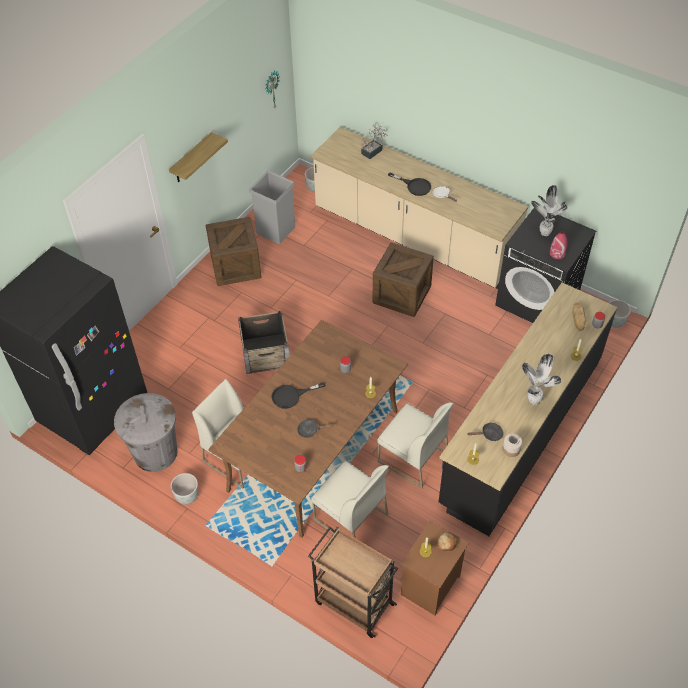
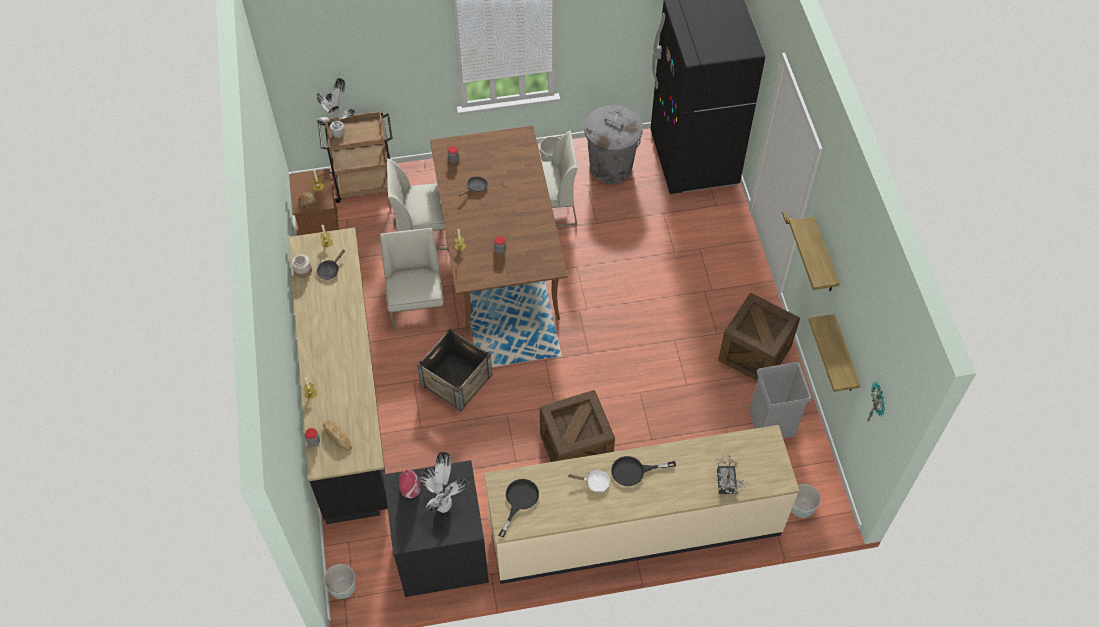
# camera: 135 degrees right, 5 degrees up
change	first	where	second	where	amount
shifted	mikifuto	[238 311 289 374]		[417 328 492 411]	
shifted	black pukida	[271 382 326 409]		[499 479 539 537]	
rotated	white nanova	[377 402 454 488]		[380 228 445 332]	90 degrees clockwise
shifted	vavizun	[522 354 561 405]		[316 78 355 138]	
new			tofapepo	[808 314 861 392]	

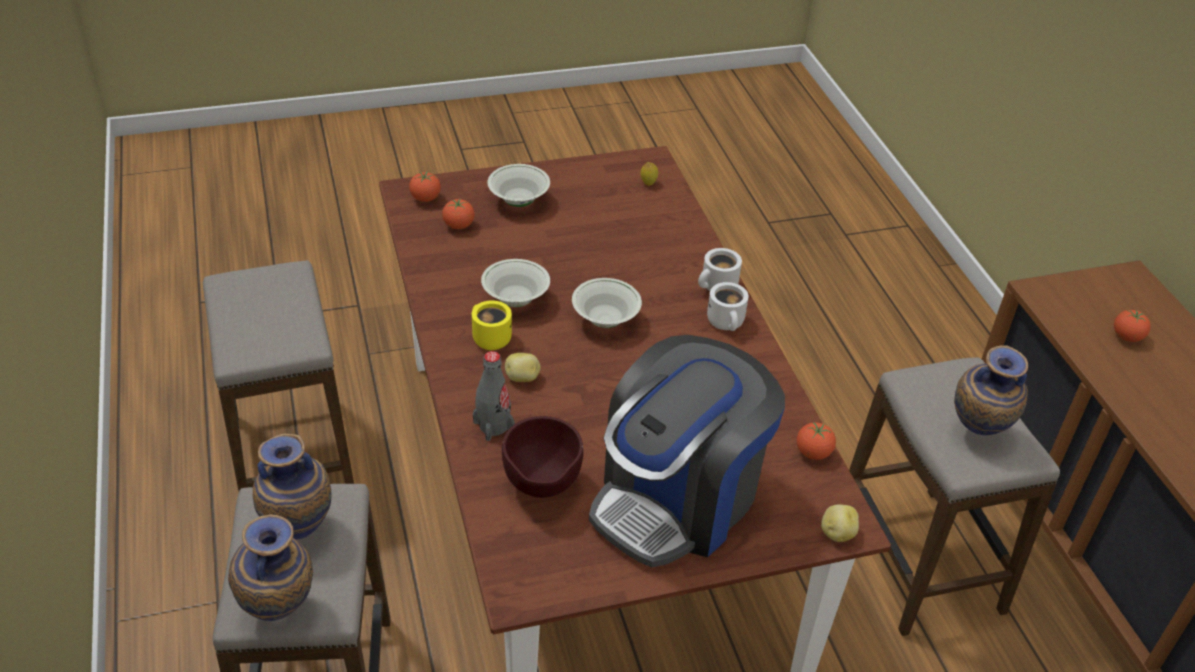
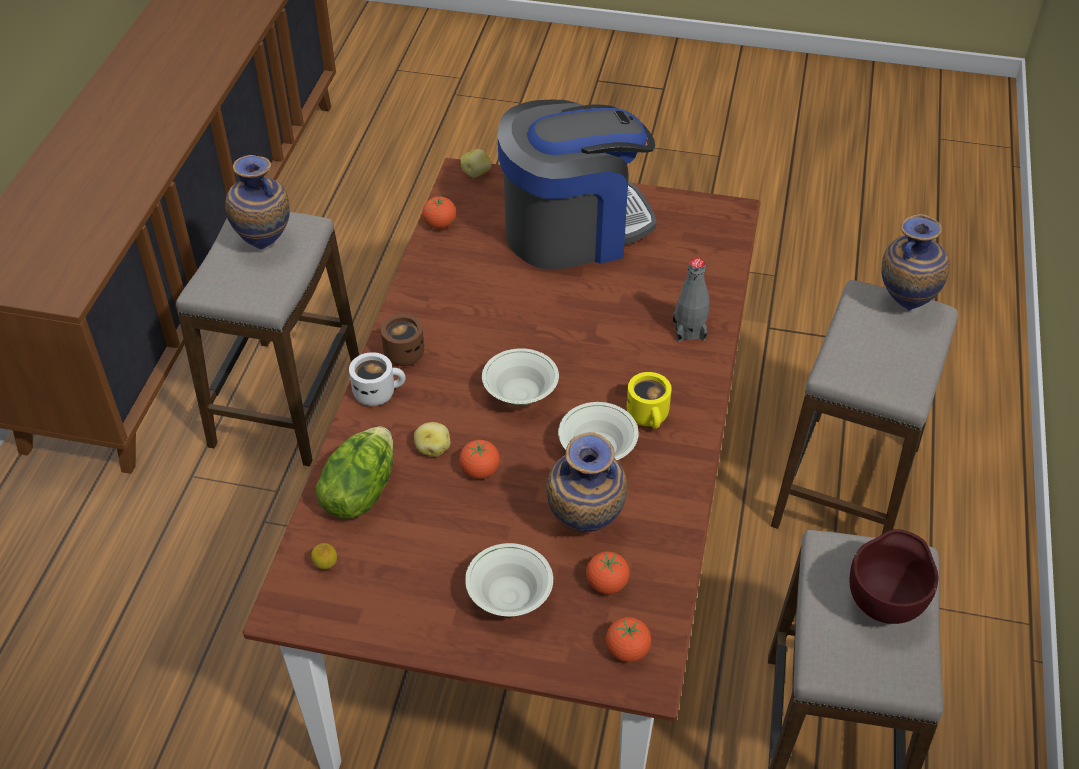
# camera: 150 degrees left, 5 degrees up
change	first	where	second	where	amount
shifted	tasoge	[252 433 331 539]		[546 432 627 532]	
shifted	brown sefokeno	[502 416 584 498]		[850 529 938 624]	
shifted	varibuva	[505 353 541 382]		[414 422 450 457]	
repainted	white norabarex	[707 282 749 331]	brown norabarex	[381 314 424 366]	
shifted	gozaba	[1114 310 1151 342]		[459 440 500 479]	
new			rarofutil	[315 426 393 519]	

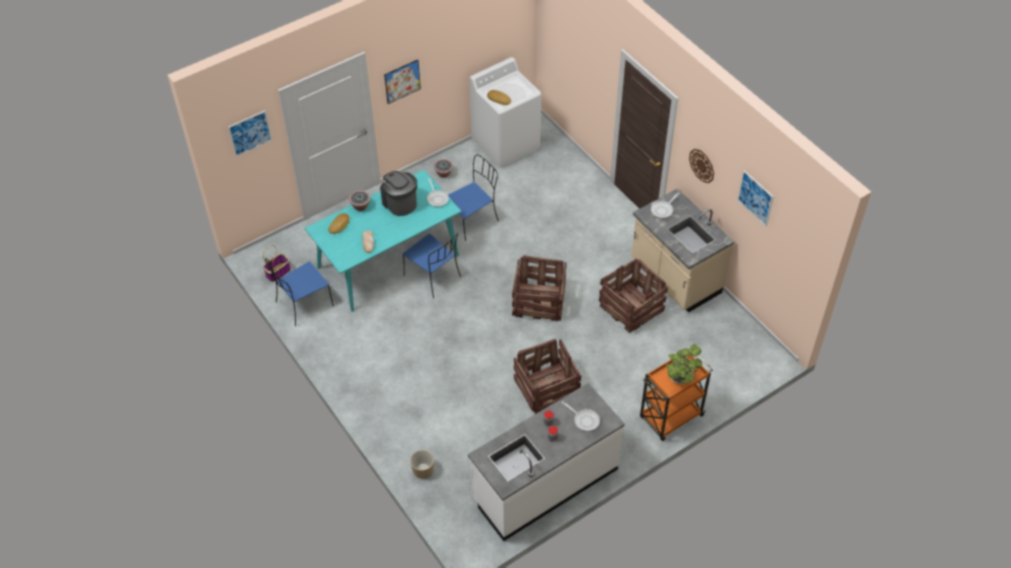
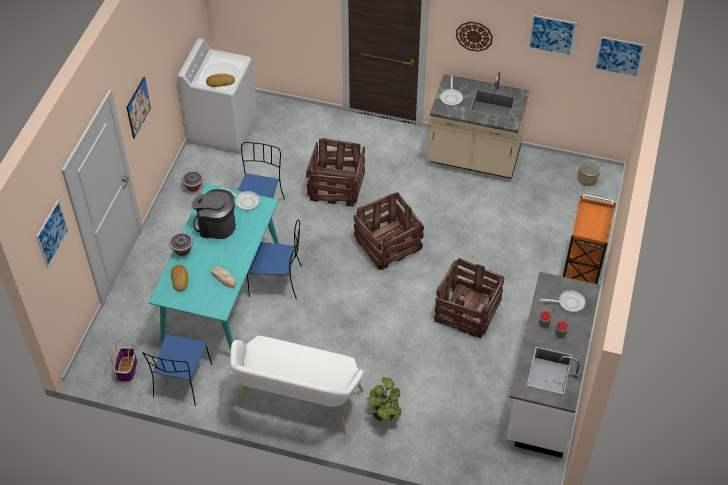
# camera: 40 degrees left, 0 degrees up
change	first	where	second	where	amount
shifted	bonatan	[410 450 434 478]		[578 160 601 186]	
shifted	mikifuto	[599 259 668 333]		[306 138 365 207]	
shifted	vavizun	[666 344 702 384]		[367 377 401 423]	
new			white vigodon	[230 336 364 434]	
new			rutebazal	[594 37 645 78]	

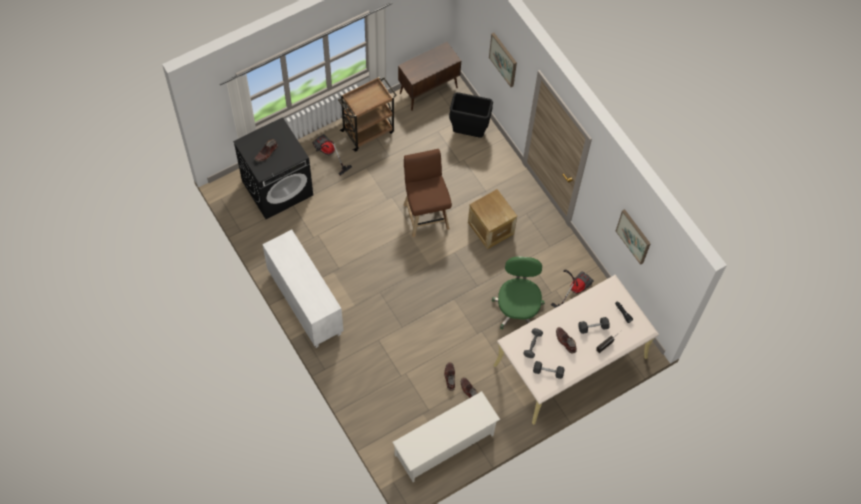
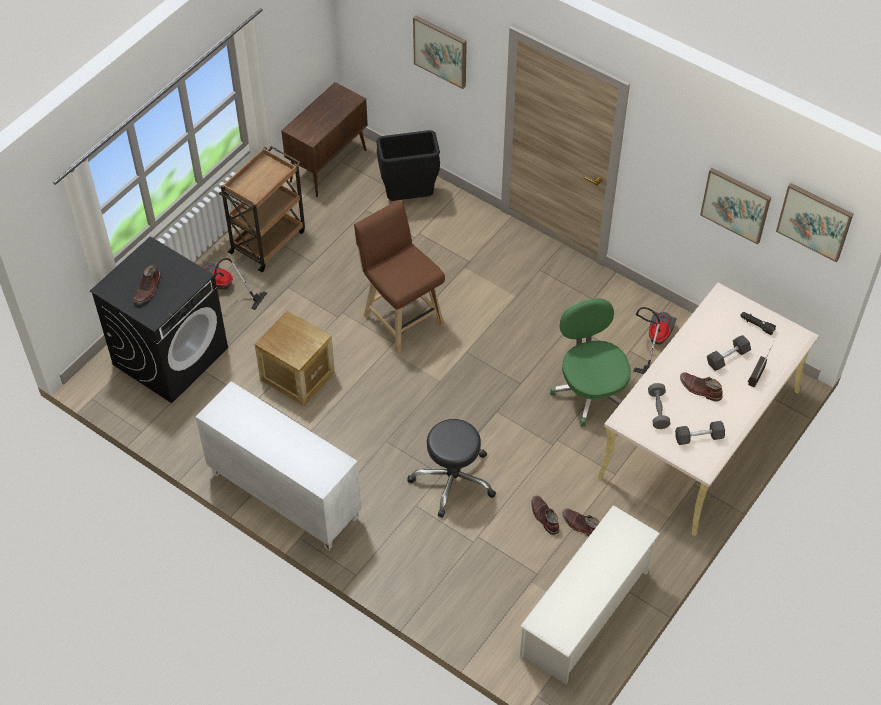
# camera: 20 degrees left, 10 degrees down
change	first	where	second	where	amount
shifted	mikifuto	[468 189 517 249]		[255 311 335 406]	
new			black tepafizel	[407 419 496 518]	
new			rutebazal	[776 183 853 262]	

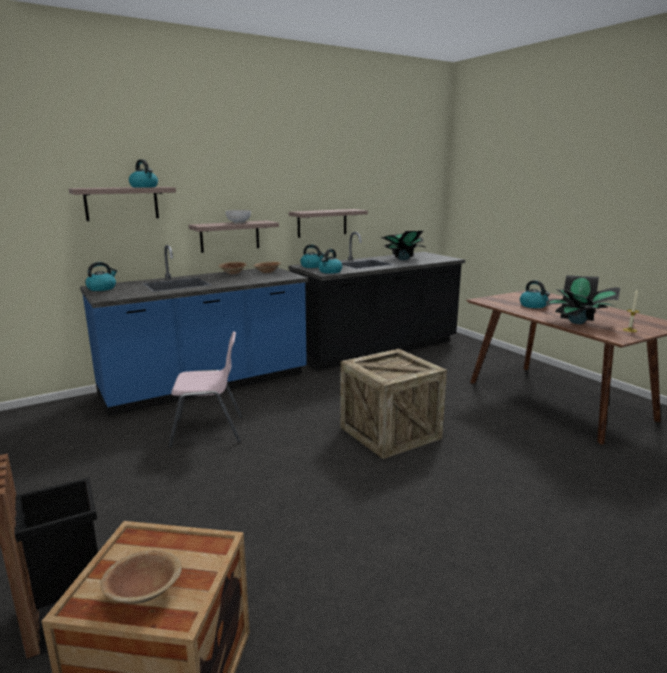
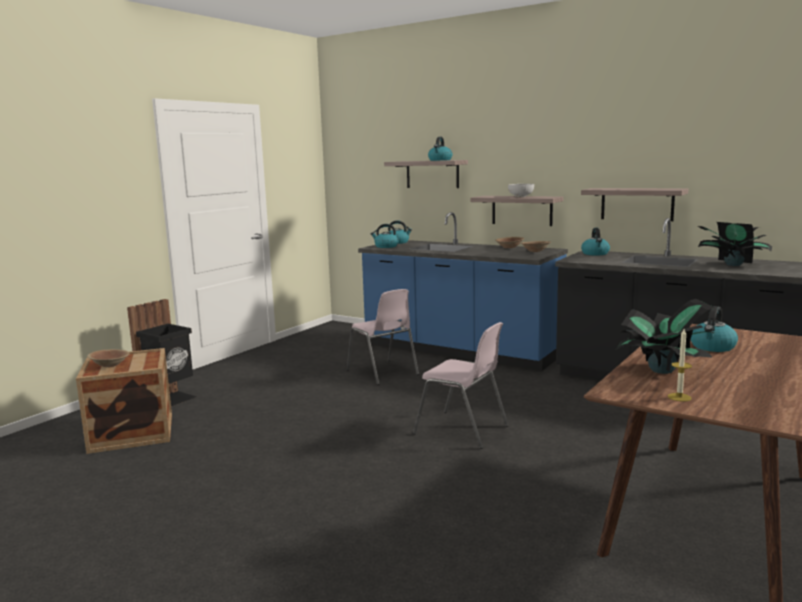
# camera: 65 degrees right, 5 degrees down
change	first	where	second	where	amount
shifted	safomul	[318 249 342 274]		[371 224 399 248]	
swapped	mikifuto	[340 349 447 459]	pink nanova	[413 322 509 449]	

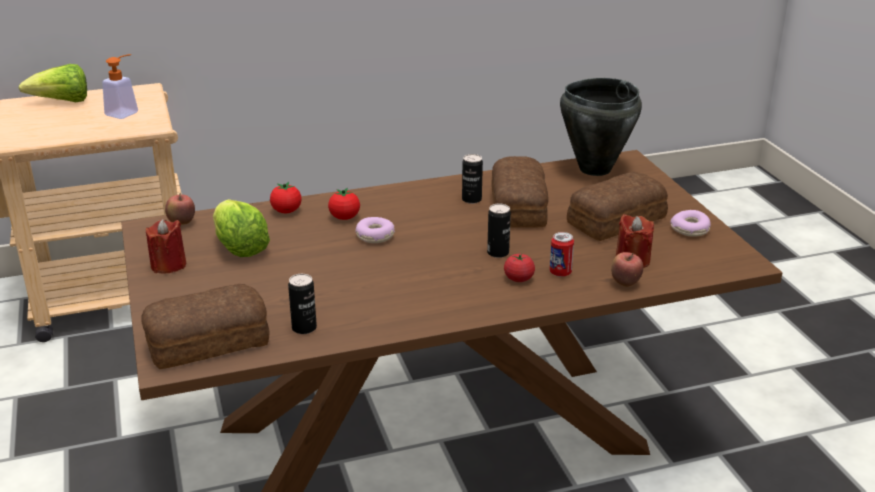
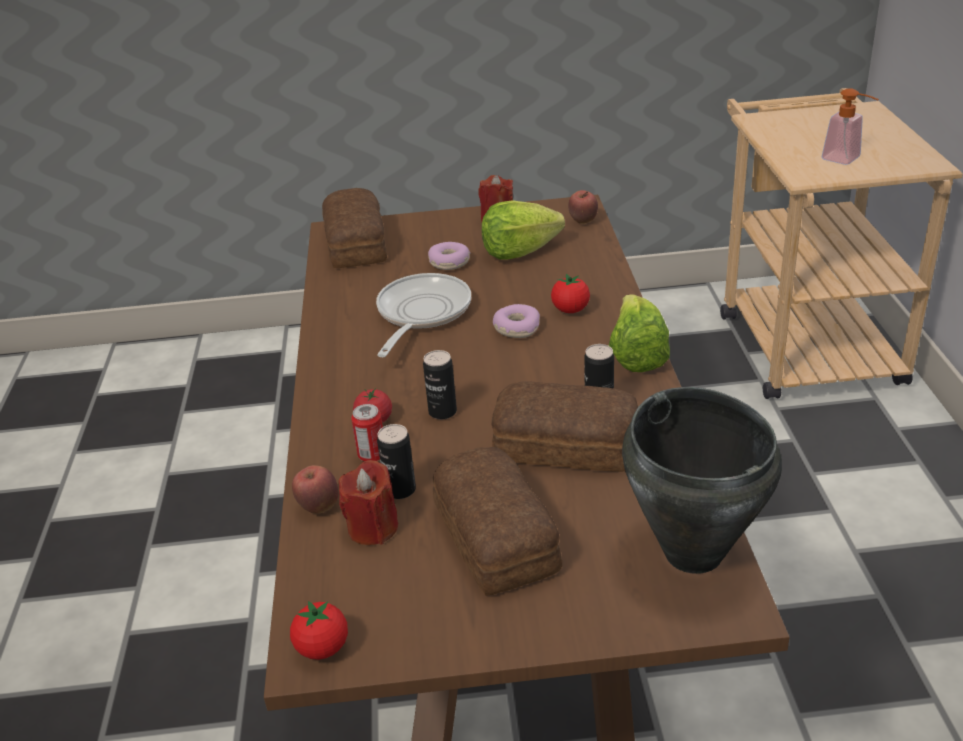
# camera: 105 degrees right, 5 degrees up
change	first	where	second	where	amount
shifted	rarofutil	[19 64 87 102]		[609 294 670 372]	
shifted	gozaba	[270 182 302 213]		[290 600 348 660]	
shifted	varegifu	[288 274 317 334]		[377 424 416 499]	
shifted	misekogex	[670 210 711 237]		[428 242 470 270]	
new			pukida	[376 273 471 357]	

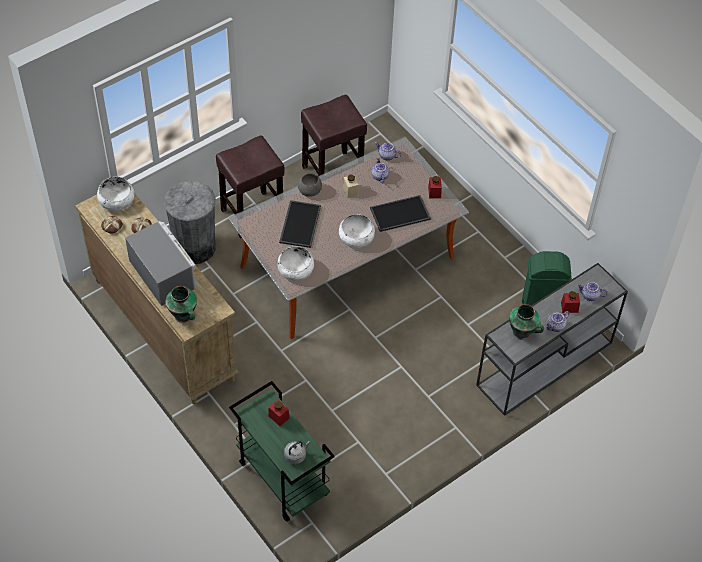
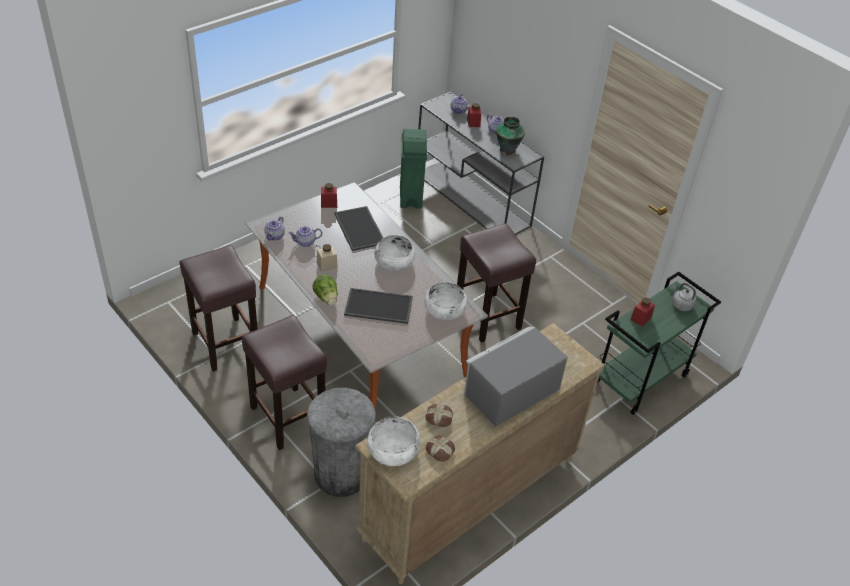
# camera: 95 degrees left, 10 degrees down
change	first	where	second	where	amount
gone	tasoge	[165 286 197 323]			
swapped	grey sefokeno	[298 174 322 197]	rarofutil	[313 275 338 305]	
new			brown tepafizel	[457 224 536 343]	

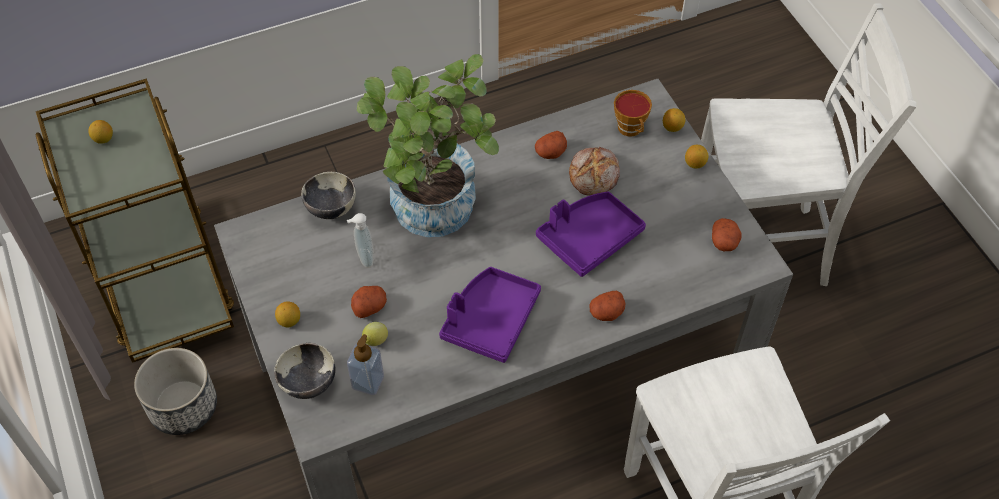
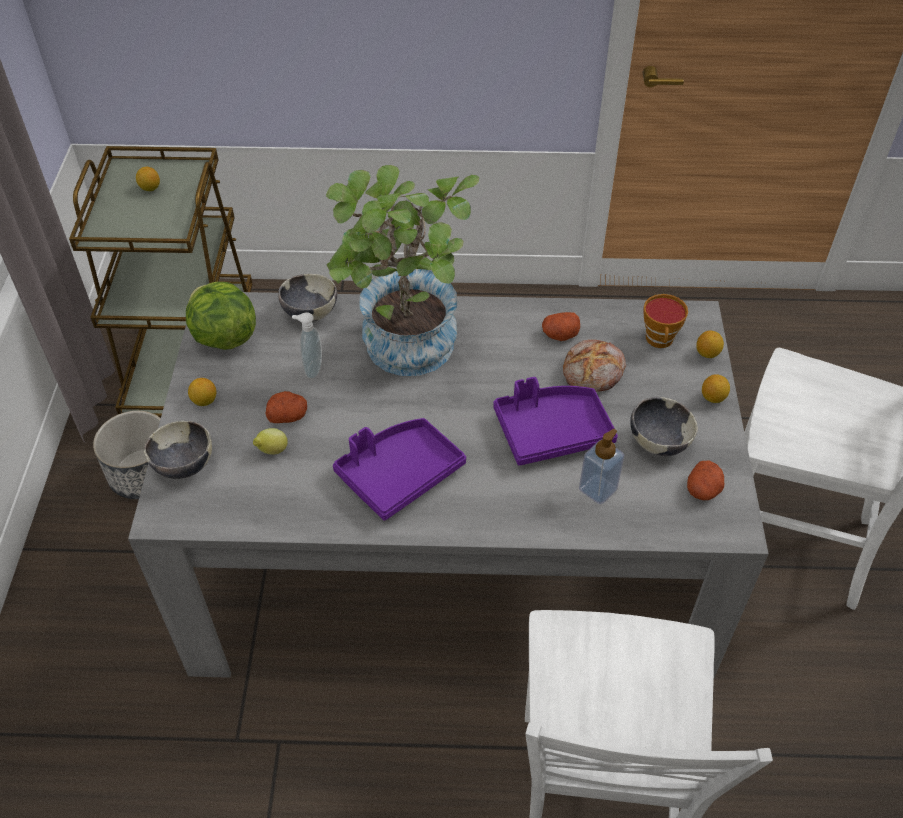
# camera: 25 degrees right, 5 degrees down
change	first	where	second	where	amount
shifted	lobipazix	[347 334 384 395]		[579 429 624 504]	
gone	varibuva	[589 291 626 321]			
new			rarofutil	[186 282 256 350]	
new			sefokeno	[630 397 698 456]	

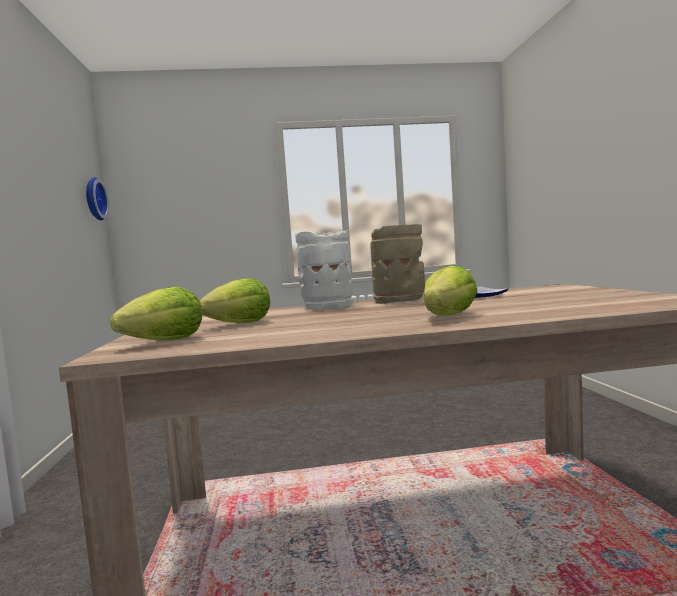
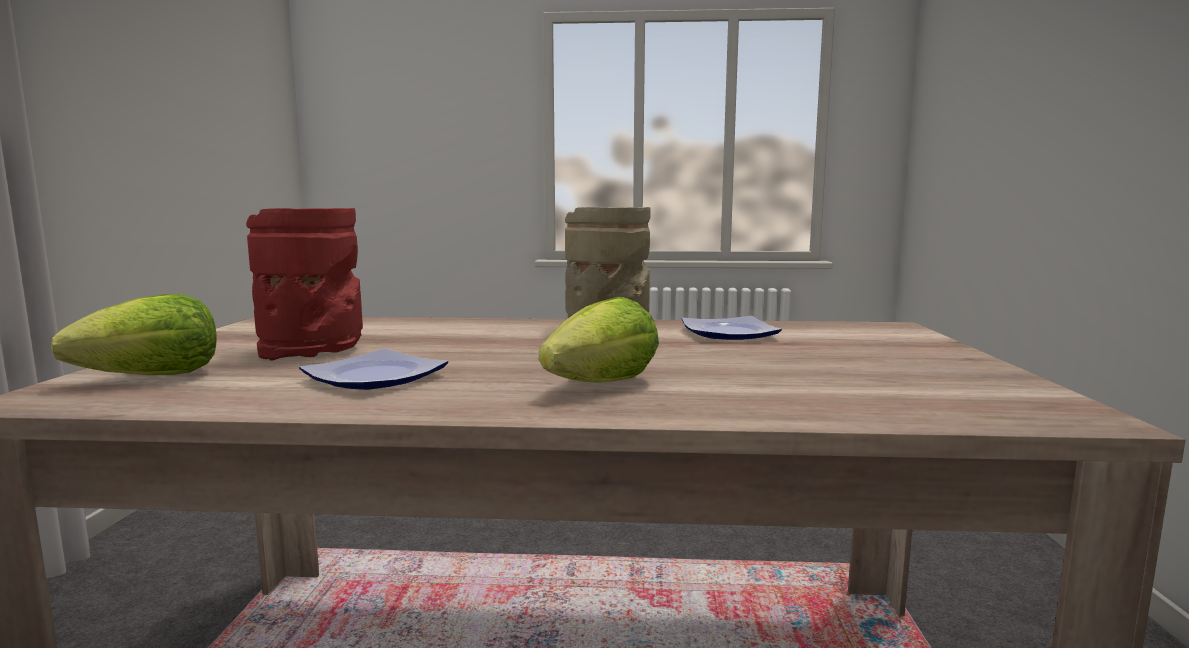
# camera: 10 degrees right, 5 degrees up
change	first	where	second	where	amount
gone	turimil	[86 177 109 220]			
swapped	rarofutil	[200 278 270 323]	red tasoge	[246 208 363 361]	
gone	white tasoge	[295 229 353 310]			
new			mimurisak	[299 348 448 390]	

